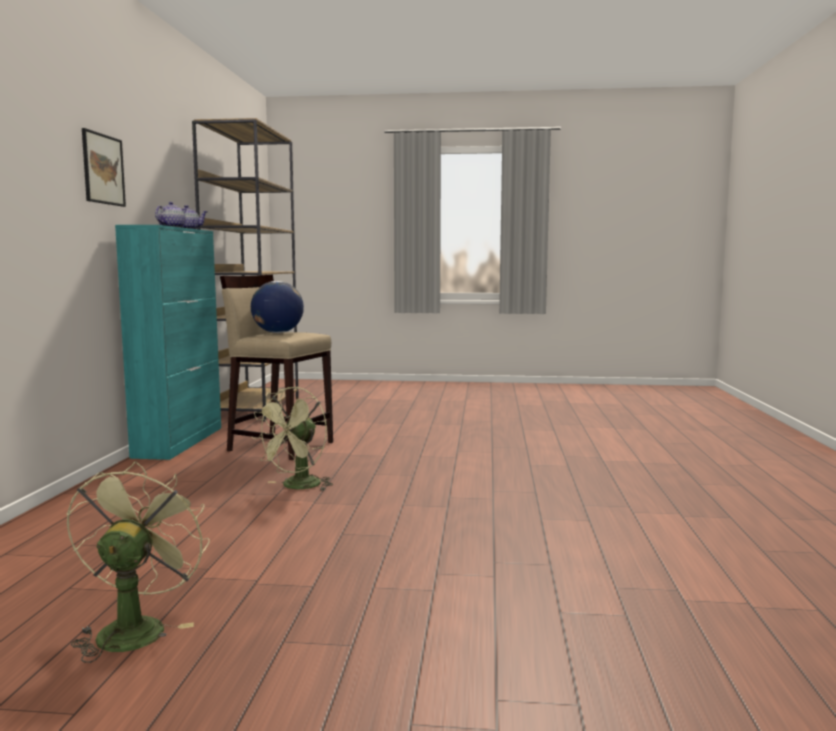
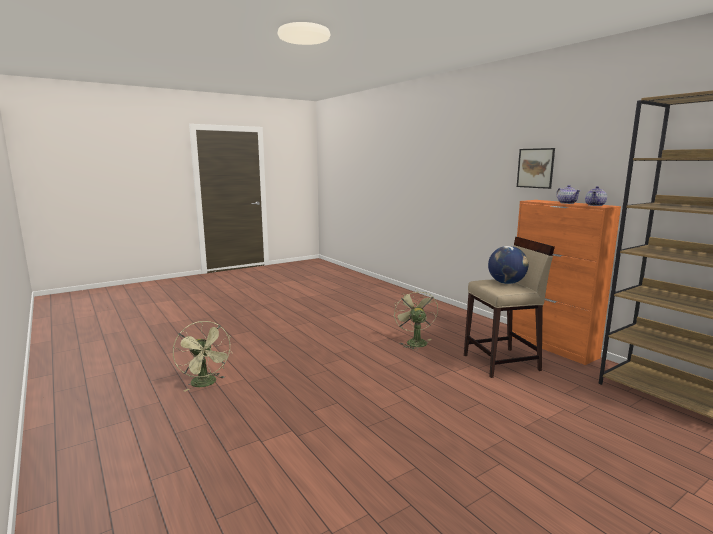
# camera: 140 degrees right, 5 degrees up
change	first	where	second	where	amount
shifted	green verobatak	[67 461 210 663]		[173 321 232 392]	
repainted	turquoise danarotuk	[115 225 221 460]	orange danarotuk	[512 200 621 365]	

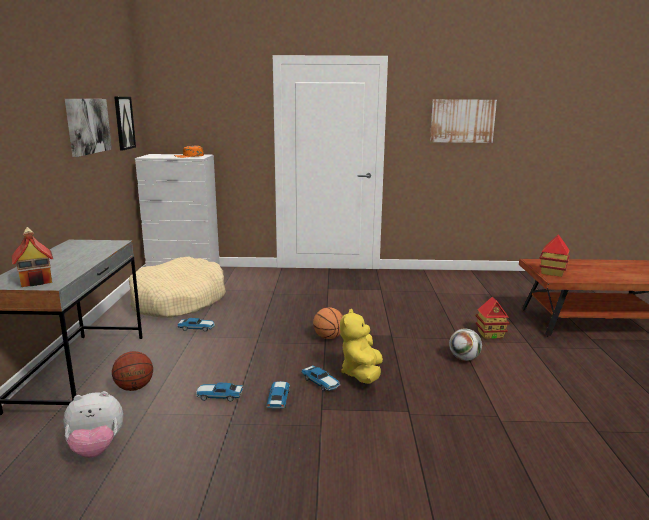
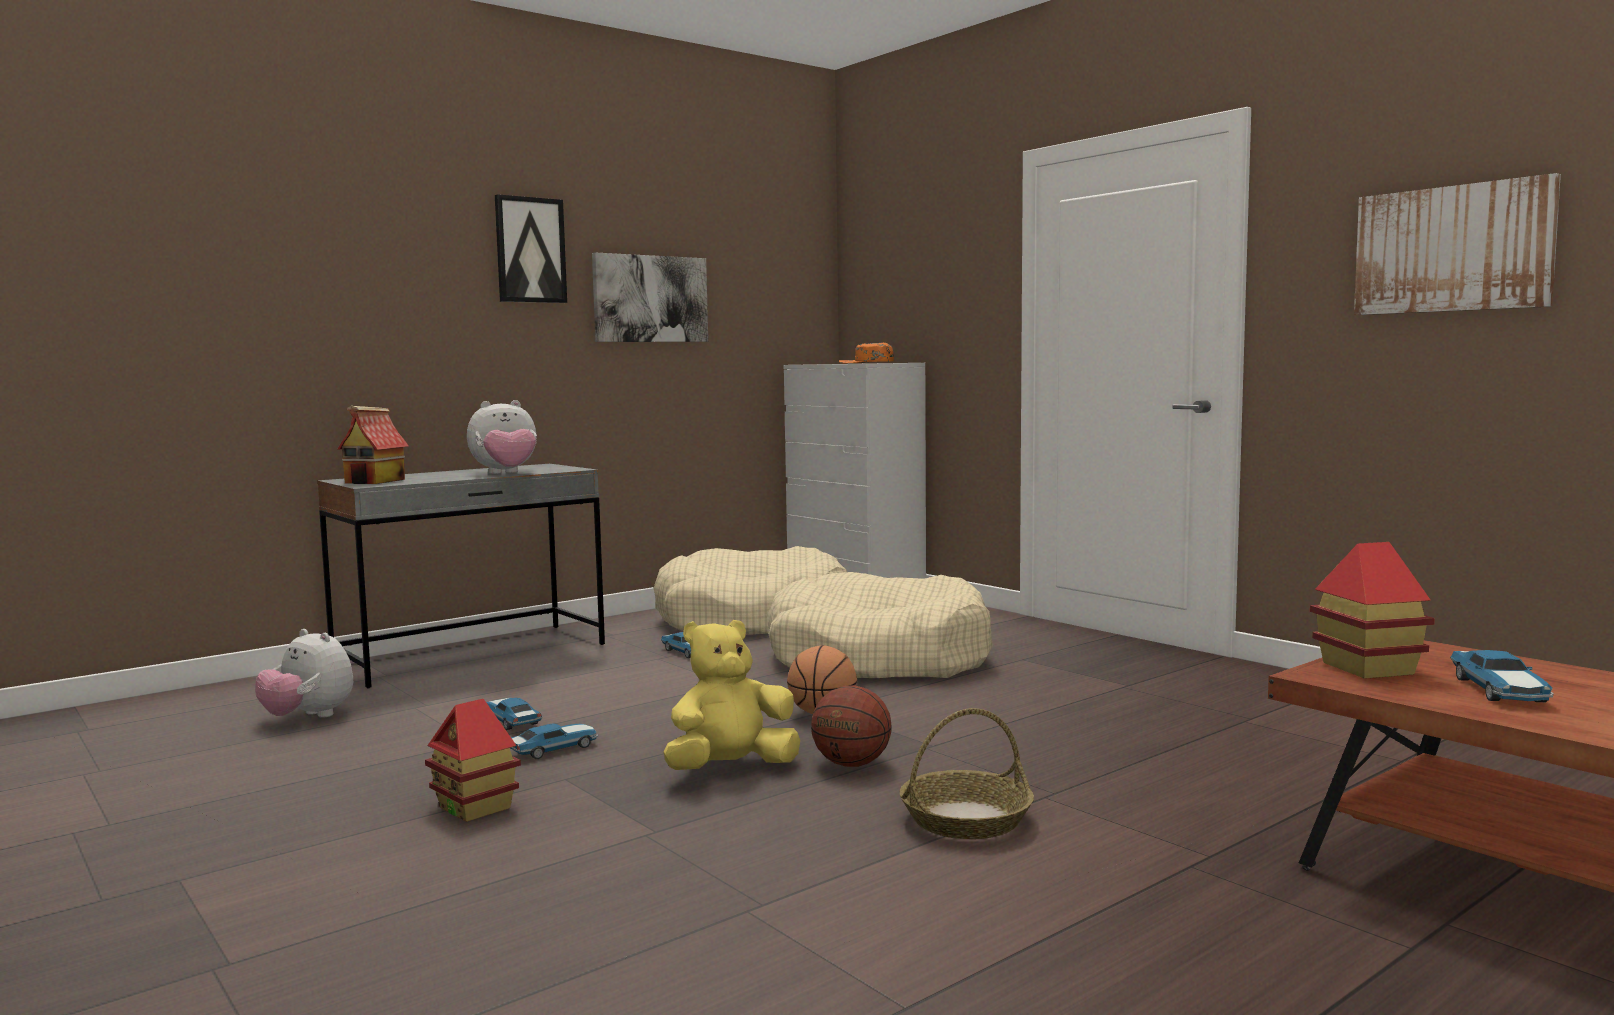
# camera: 50 degrees right, 10 degrees down
change	first	where	second	where	amount
shifted	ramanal	[112 351 153 391]		[811 685 892 767]	
shifted	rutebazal	[114 97 136 150]		[495 194 567 303]	
shifted	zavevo	[301 365 340 391]		[1450 650 1554 702]	
swapped	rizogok	[449 329 482 361]	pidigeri	[900 708 1034 839]	
shifted	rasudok	[475 297 510 339]		[425 699 521 822]	
new			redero	[467 400 537 474]	
new			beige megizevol	[767 572 993 678]	

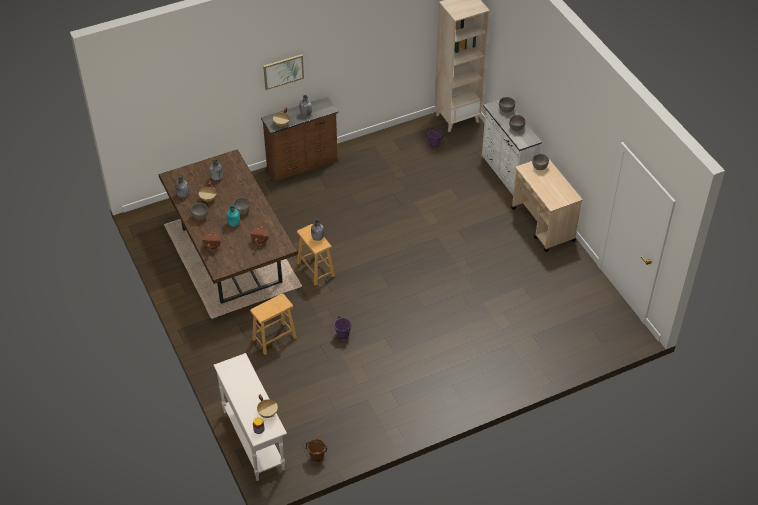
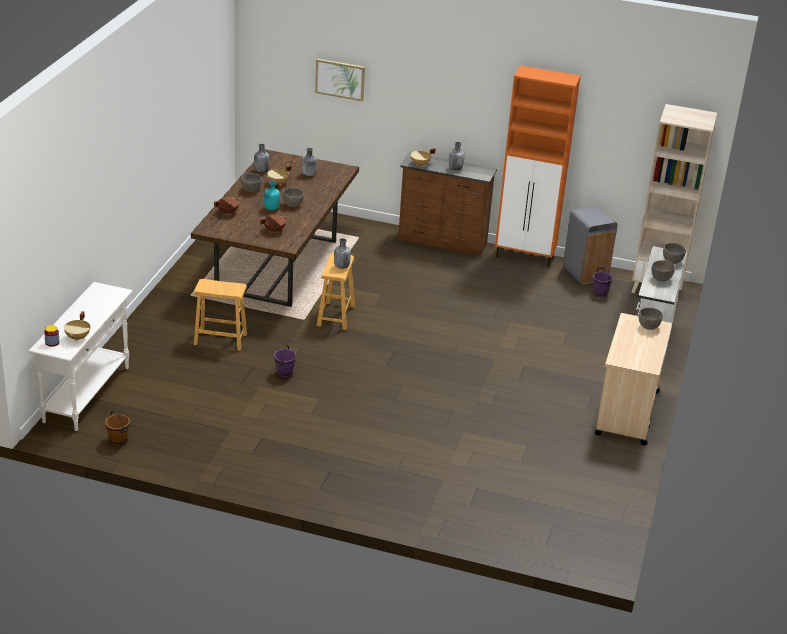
# camera: 40 degrees right, 15 degrees down
change	first	where	second	where	amount
shifted	rutebazal	[263 54 304 90]		[315 59 365 101]	
new			orange danarotuk	[495 65 581 268]	
new			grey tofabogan	[563 206 617 285]	

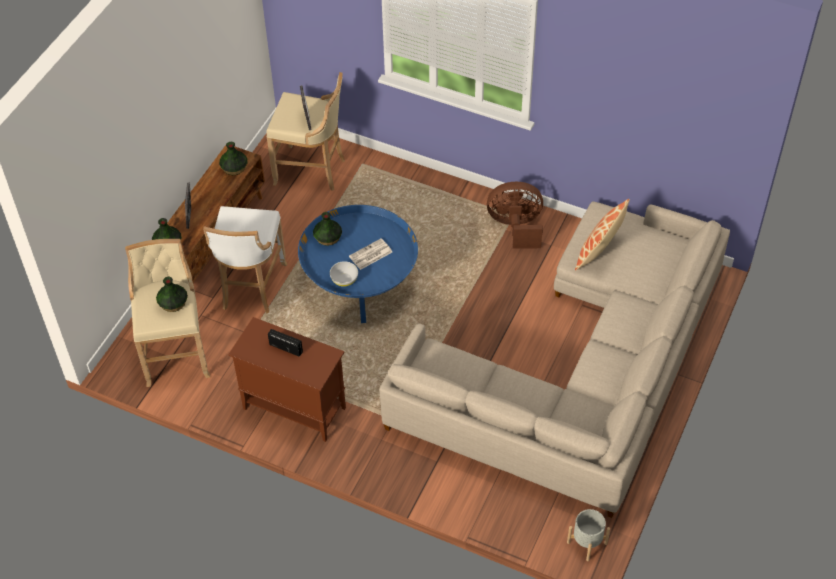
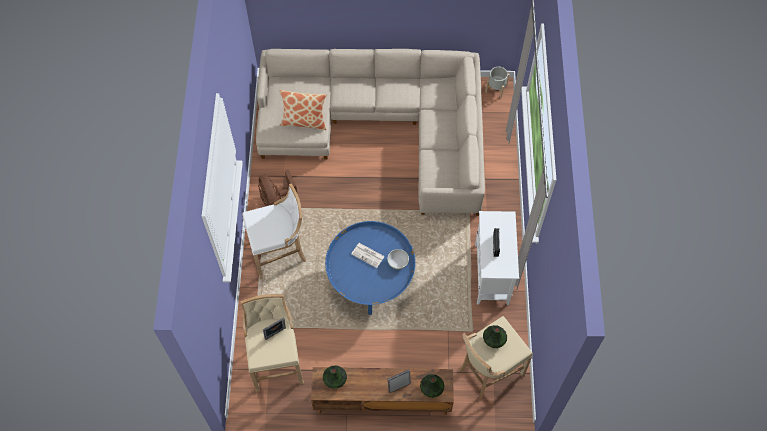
# camera: 115 degrees left, 10 degrees up
change	first	where	second	where	amount
shifted	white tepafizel	[203 206 288 314]		[242 184 306 279]	
repainted	brown danarotuk	[228 317 346 442]	white danarotuk	[475 211 519 305]	
gone	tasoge	[313 212 342 246]			

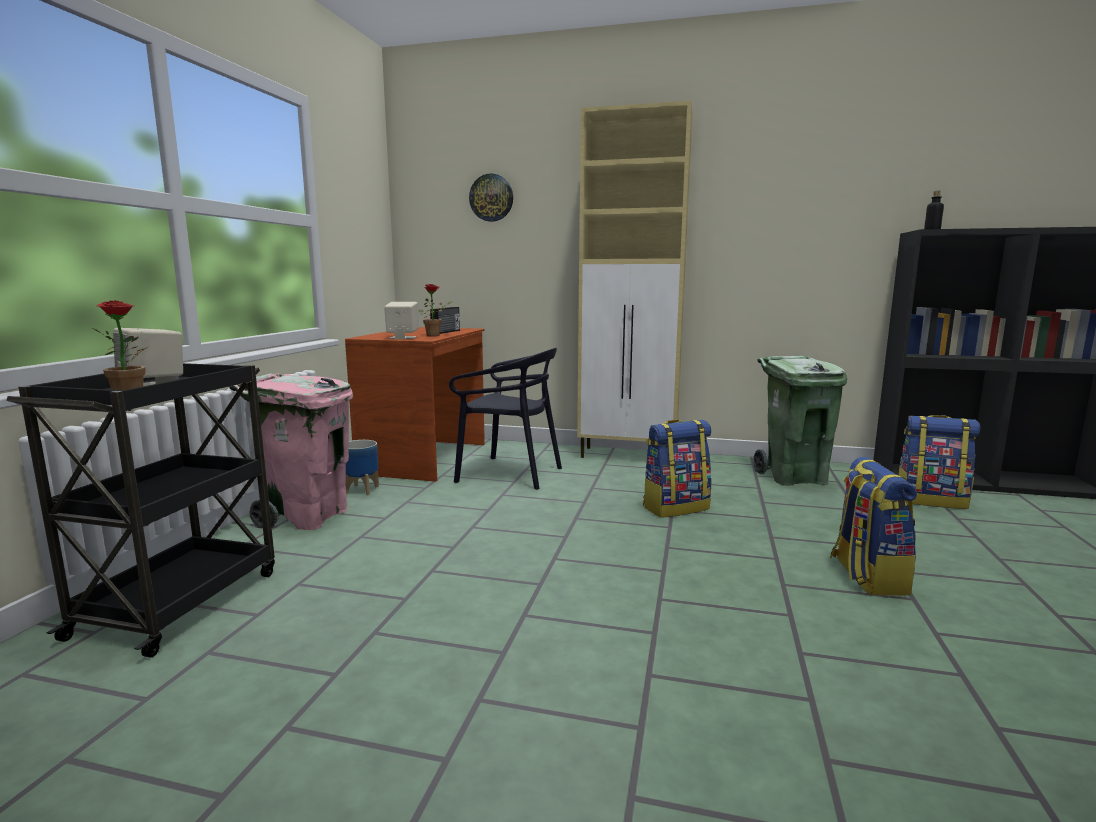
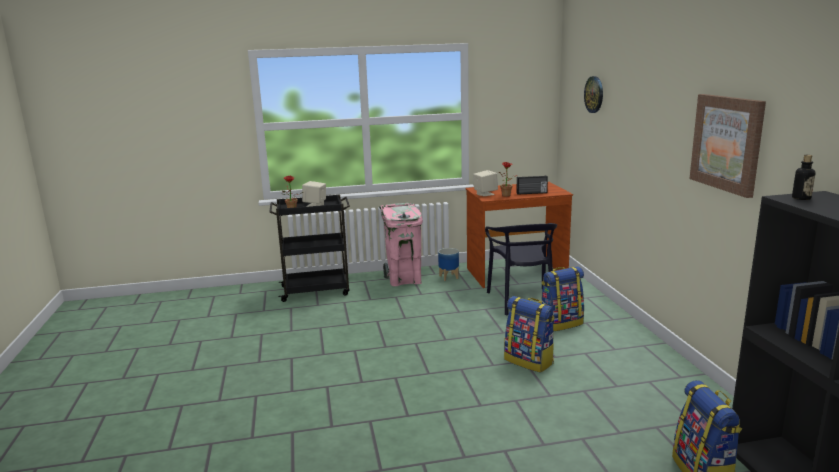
# camera: 65 degrees right, 5 degrees up
change	first	where	second	where	amount
gone	beige danarotuk	[577 101 692 458]			
gone	green tofabogan	[753 356 847 486]			
shifted	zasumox	[830 457 917 596]		[541 267 584 331]	
new			rutebazal	[690 94 766 198]	

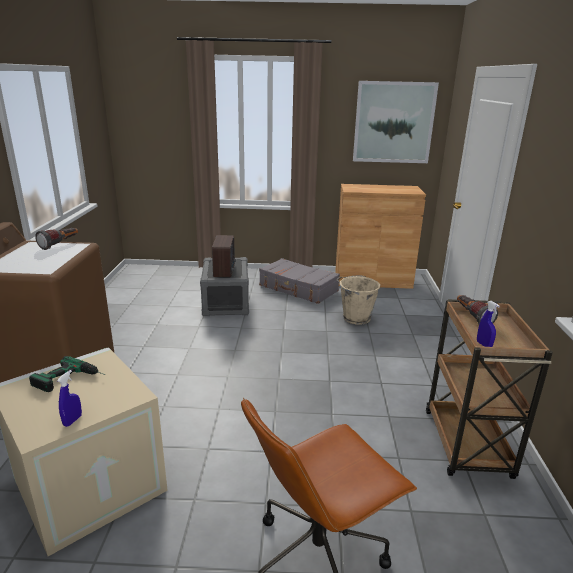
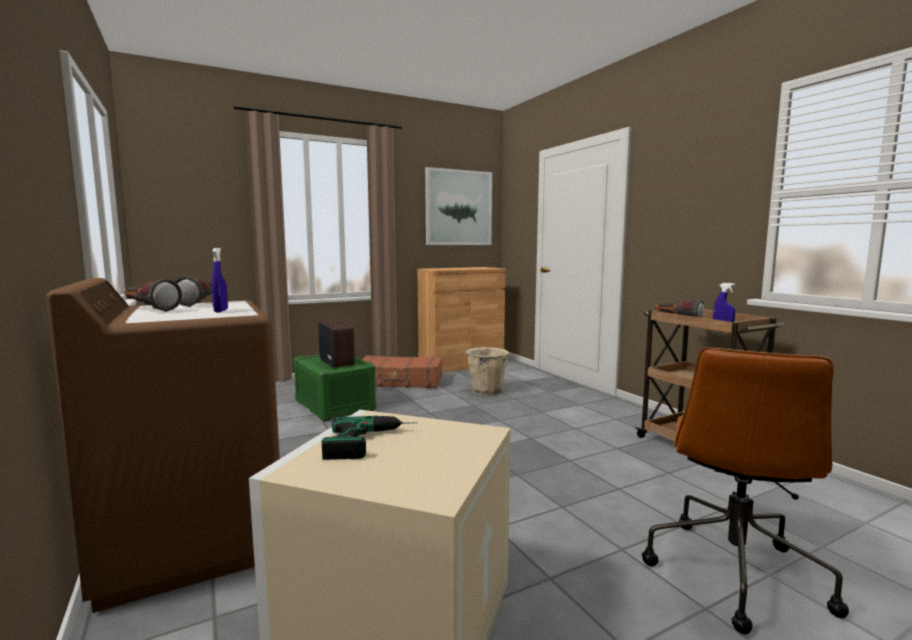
# camera: 30 degrees left, 15 degrees down
change	first	where	second	where	amount
shifted	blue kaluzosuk	[57 370 82 427]		[212 248 228 312]	
repainted	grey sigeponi	[200 257 249 316]	green sigeponi	[293 355 377 421]	
repainted	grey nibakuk	[259 258 340 304]	brown nibakuk	[362 355 442 388]	
new			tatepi	[124 279 182 312]	

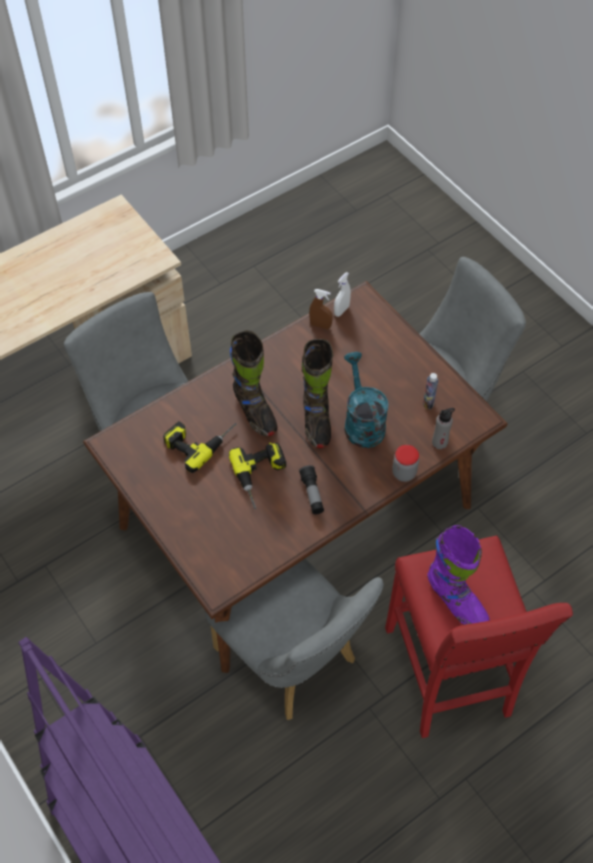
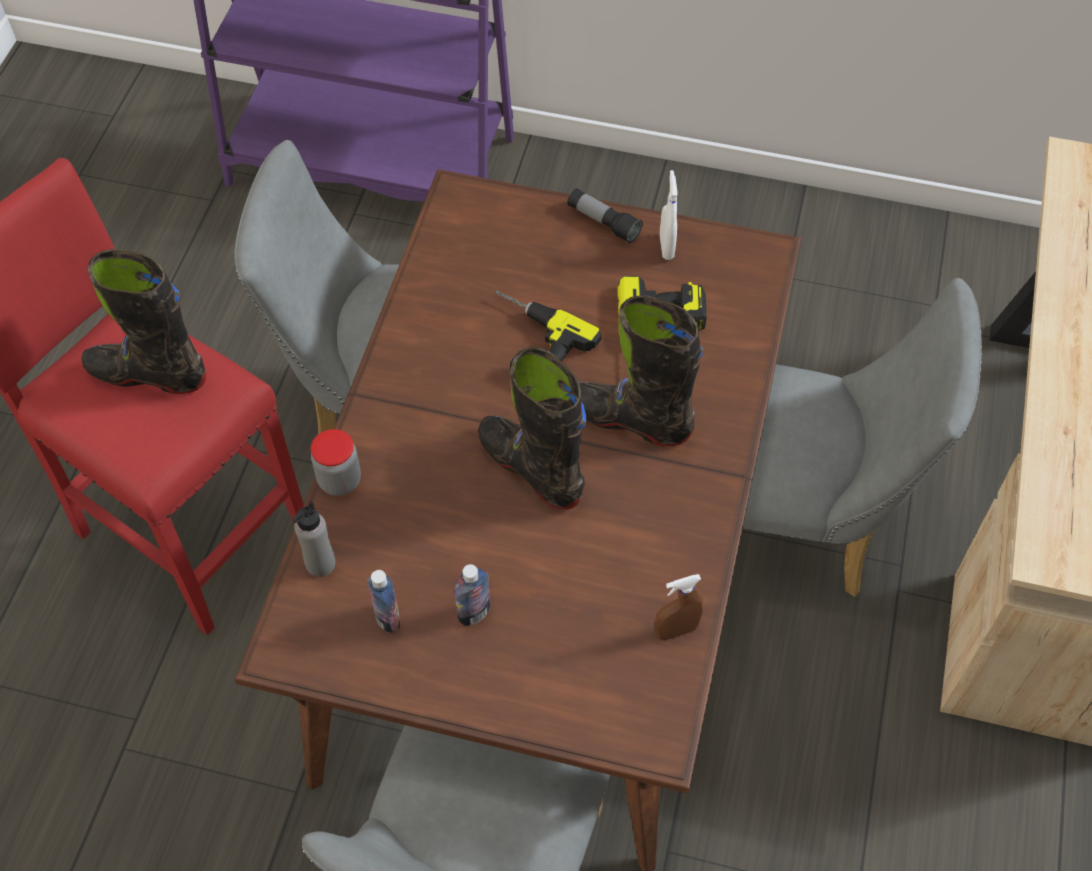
# camera: 140 degrees right, 0 degrees up
change	first	where	second	where	amount
shifted	tatepi	[299 465 324 514]		[567 188 643 244]	
shifted	white kaluzosuk	[334 272 351 317]		[660 170 677 260]	
gone	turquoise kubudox	[344 352 389 448]			
repainted	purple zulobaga	[428 525 490 625]	black zulobaga	[81 249 206 394]	
new			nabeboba	[455 564 490 626]	

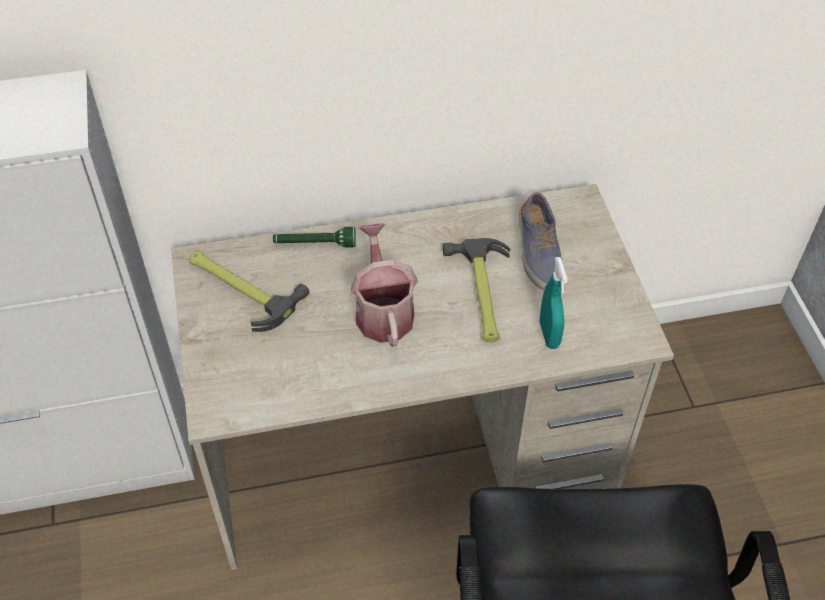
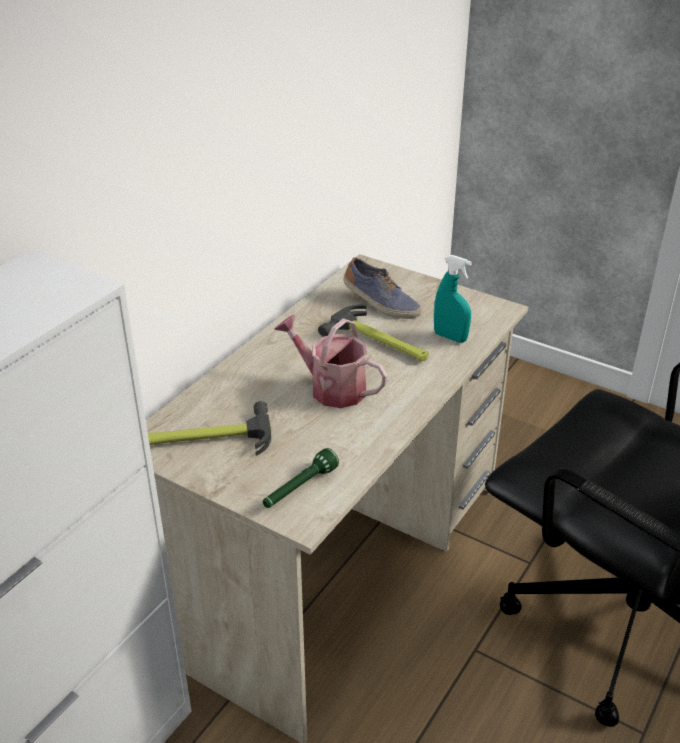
# camera: 45 degrees left, 15 degrees down
change	first	where	second	where	amount
shifted	green tatepi	[273 227 356 248]		[263 448 339 508]	

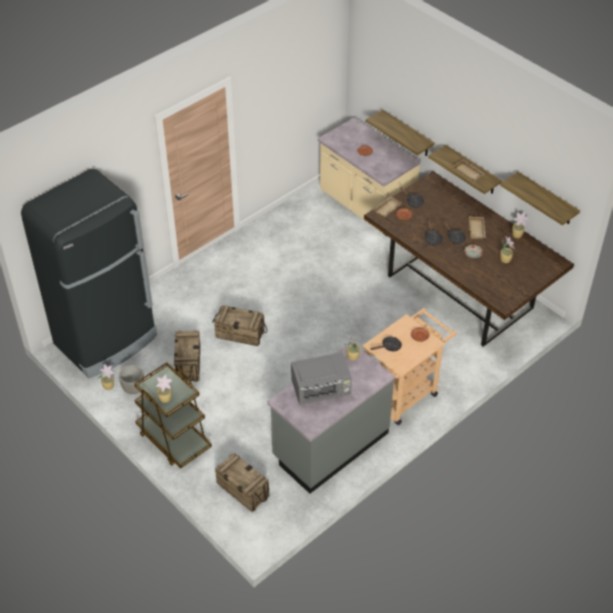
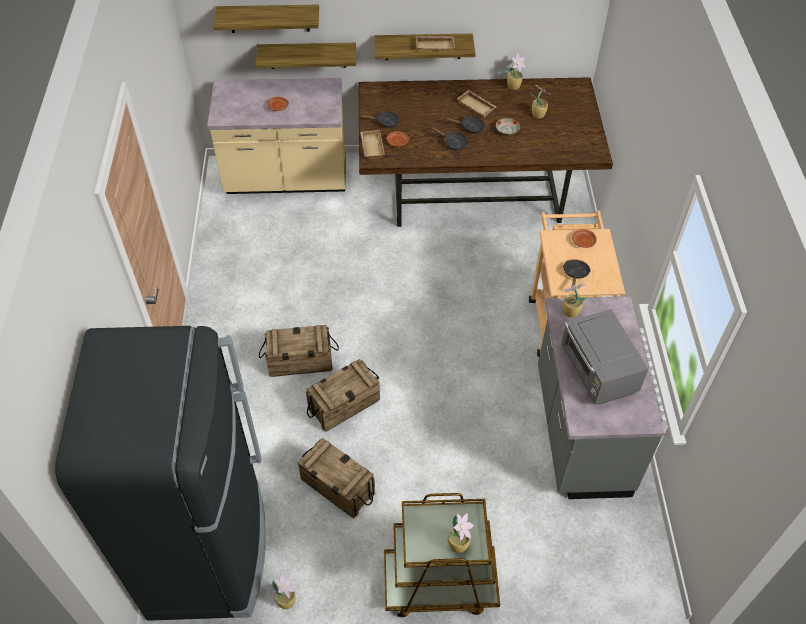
# camera: 50 degrees left, 5 degrees up
change	first	where	second	where	amount
gone	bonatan	[119 365 144 394]			
shifted	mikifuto	[215 453 269 512]		[259 325 339 377]	
rotated	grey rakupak	[291 352 352 405]		[561 309 648 405]	135 degrees clockwise
shifted	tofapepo	[500 172 580 225]		[213 5 319 33]	

